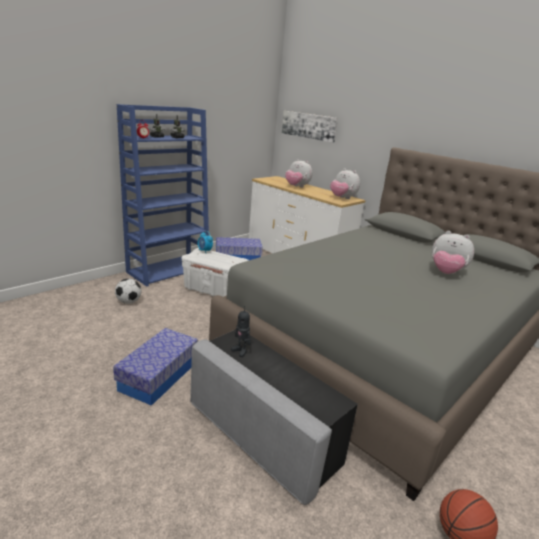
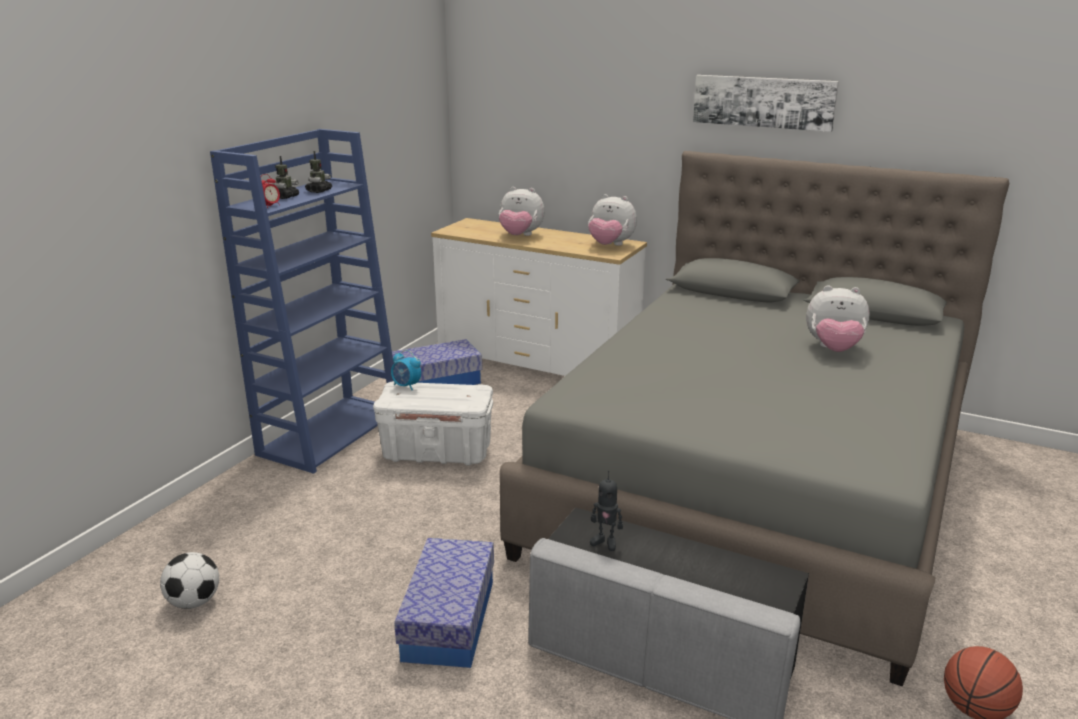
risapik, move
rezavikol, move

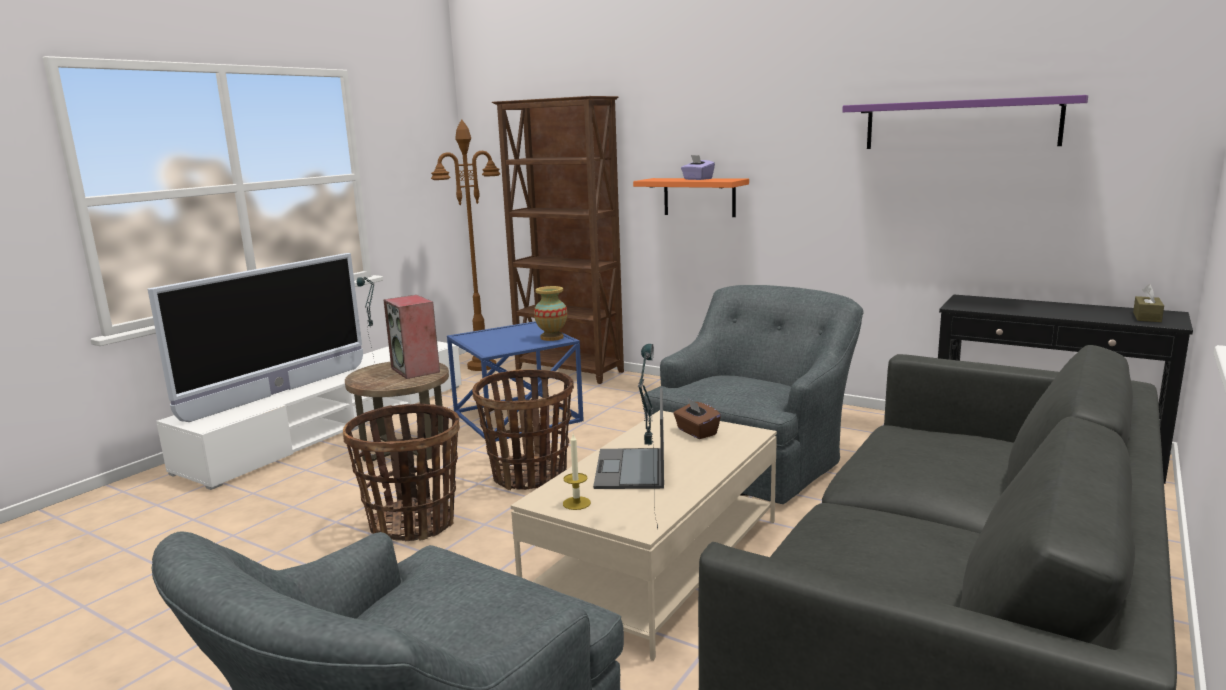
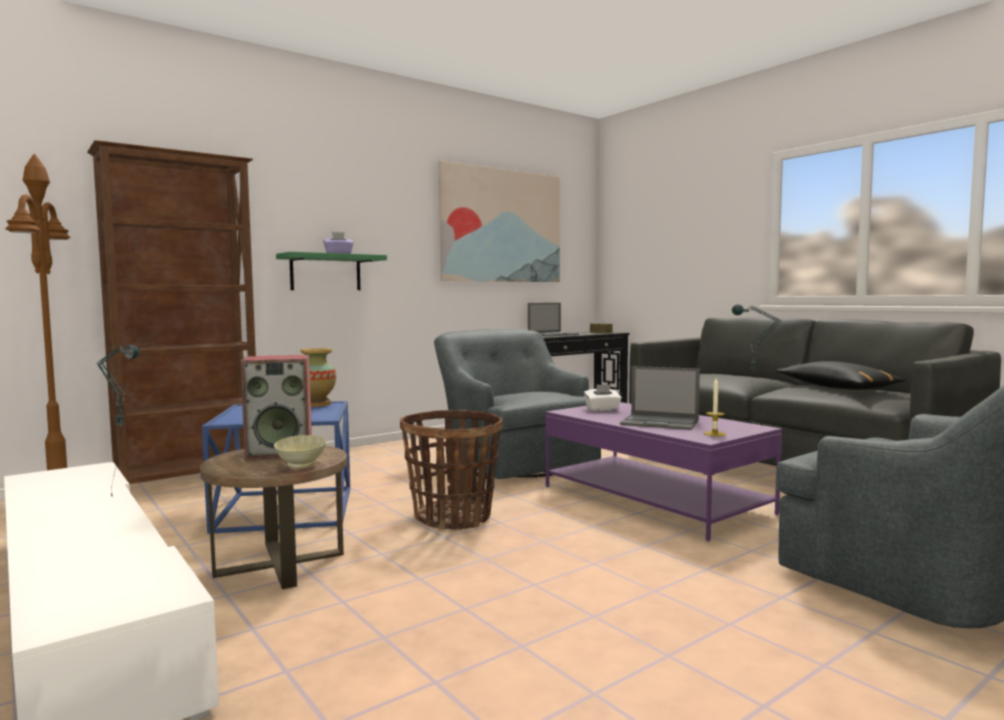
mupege -> none
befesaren (1st from left) -> none
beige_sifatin -> purple_sifatin
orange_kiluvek -> green_kiluvek
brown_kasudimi (1st from left) -> white_kasudimi
purple_kiluvek -> rezavikol
none -> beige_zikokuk
none -> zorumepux (1st from left)
none -> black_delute

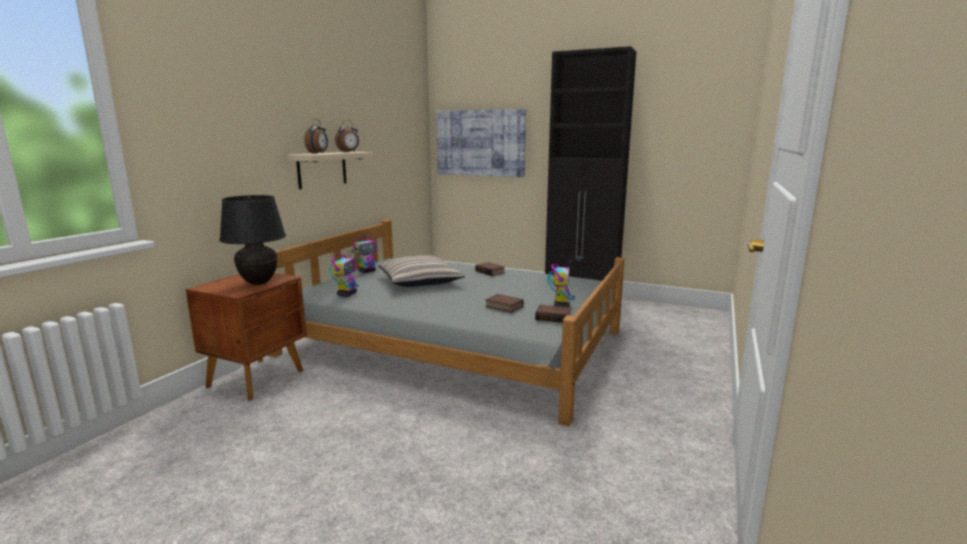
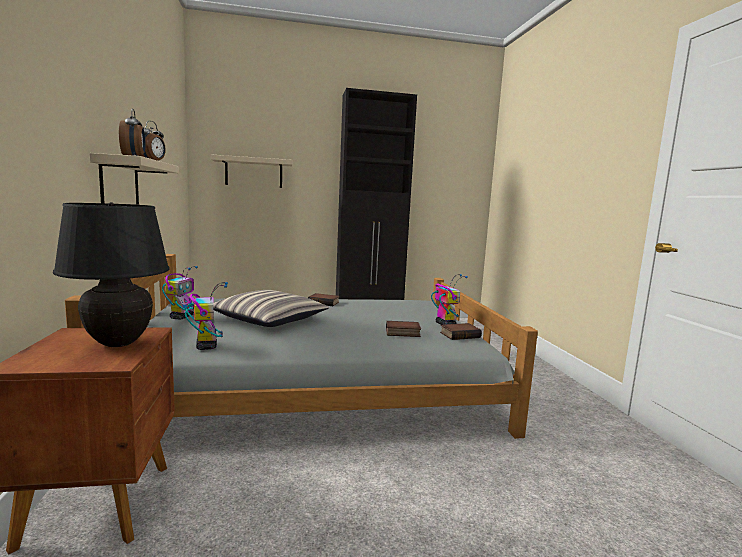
rezavikol -> beige_kiluvek (2nd from left)

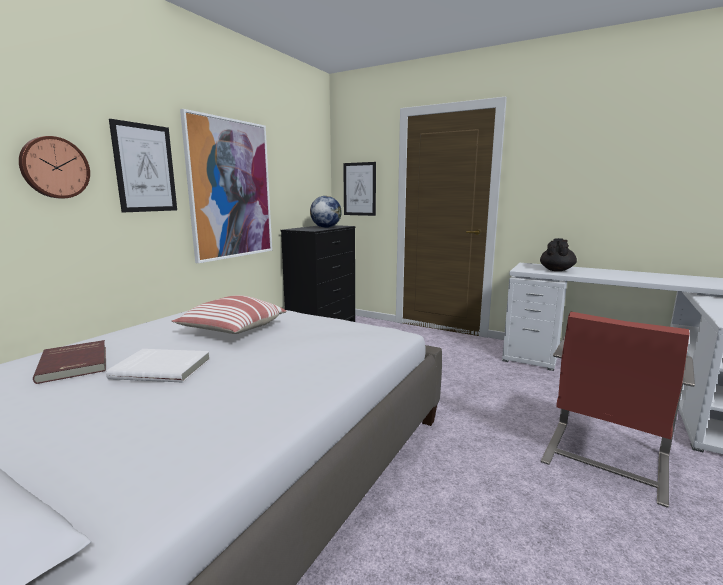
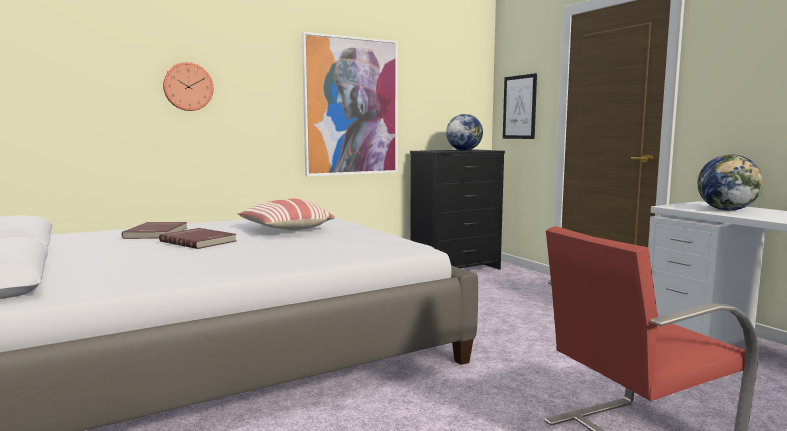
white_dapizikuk -> red_dapizikuk (2nd from left)
rezavikol (1st from left) -> none
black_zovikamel -> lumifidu (2nd from left)

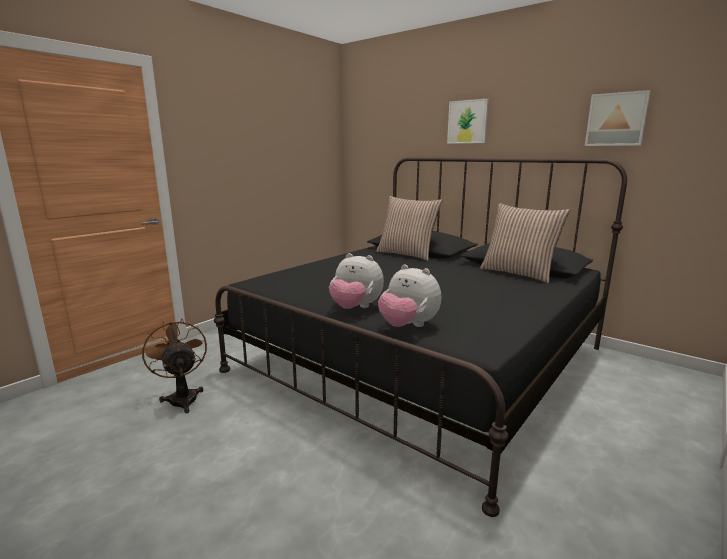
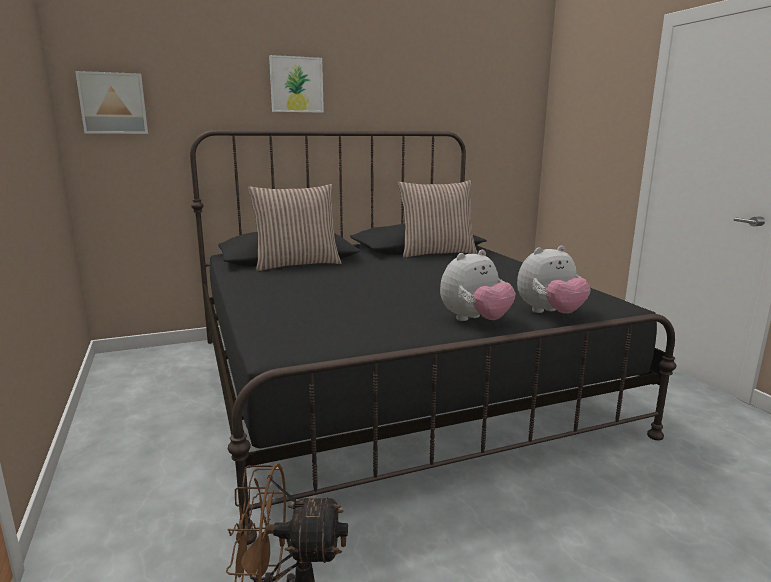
rezavikol (2nd from left in the first image) -> rezavikol (1st from left), move

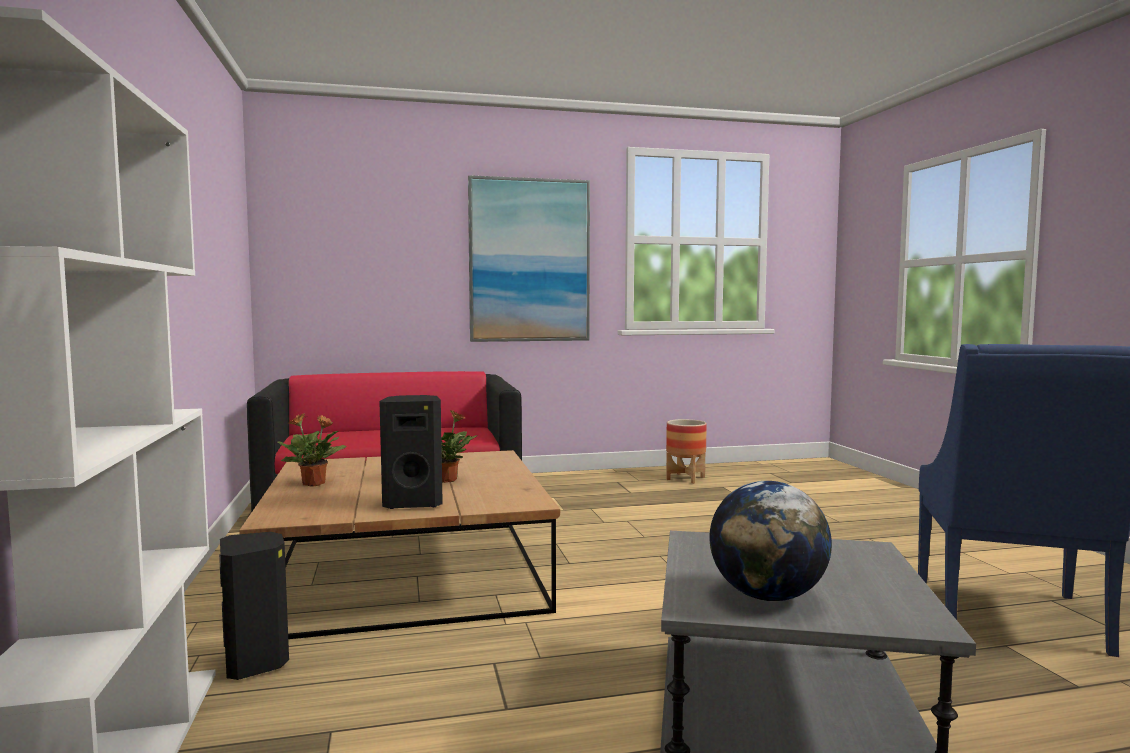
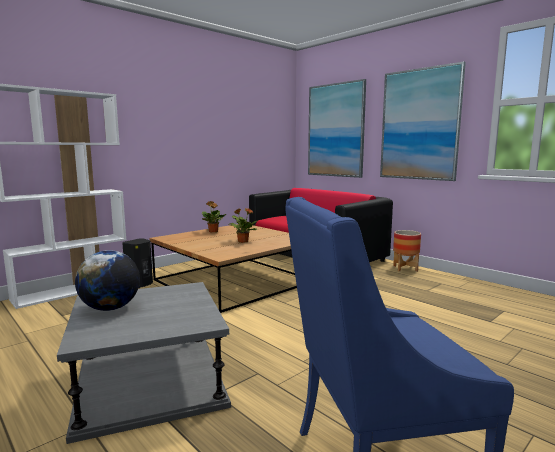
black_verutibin (2nd from left) -> none
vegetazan, move
none -> rezavikol (1st from left)

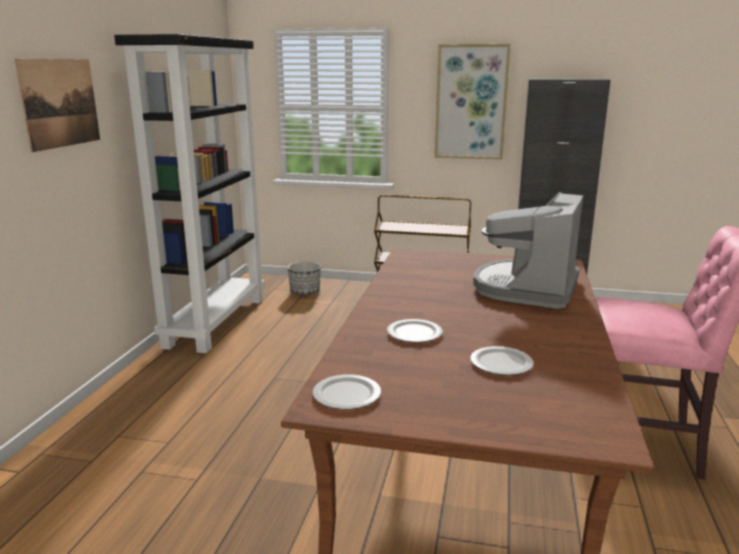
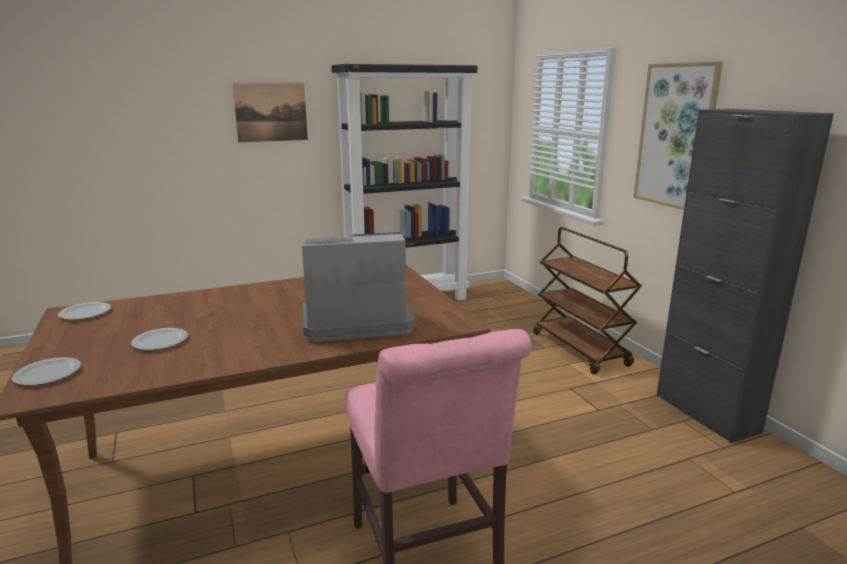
vegetazan -> none
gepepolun (2nd from left in the first image) -> gepepolun (1st from left), move

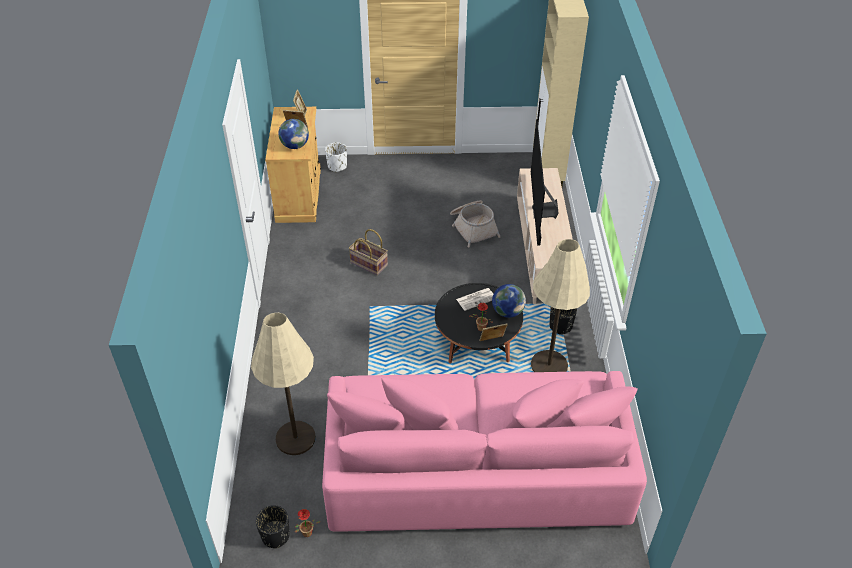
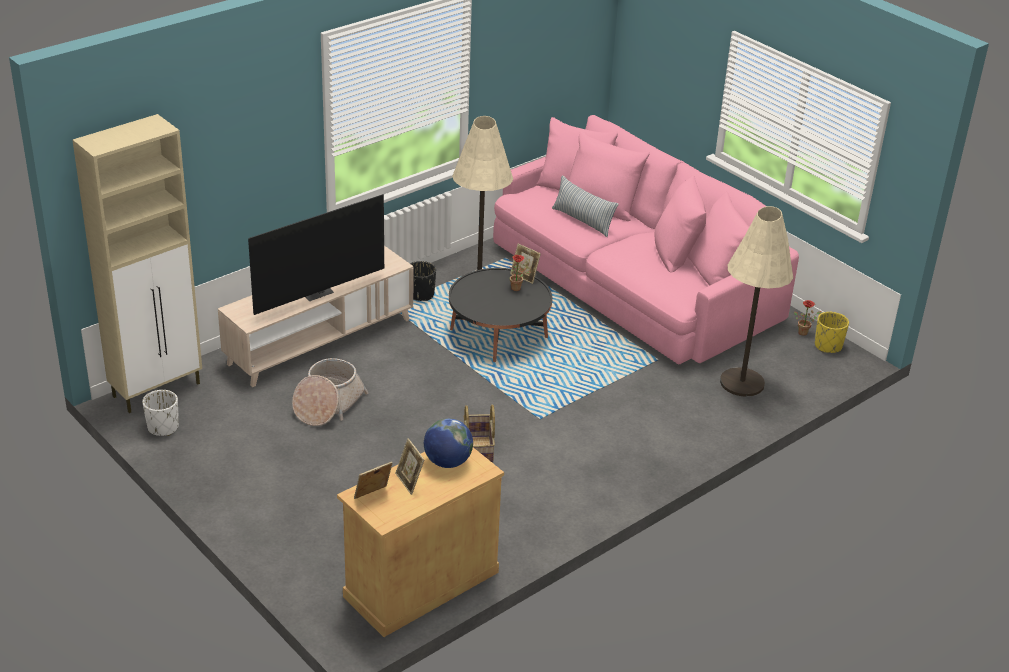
black_vegetazan (1st from left) -> yellow_vegetazan
white_vegetazan, move
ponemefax -> none
lumifidu (2nd from left) -> none
none -> delute

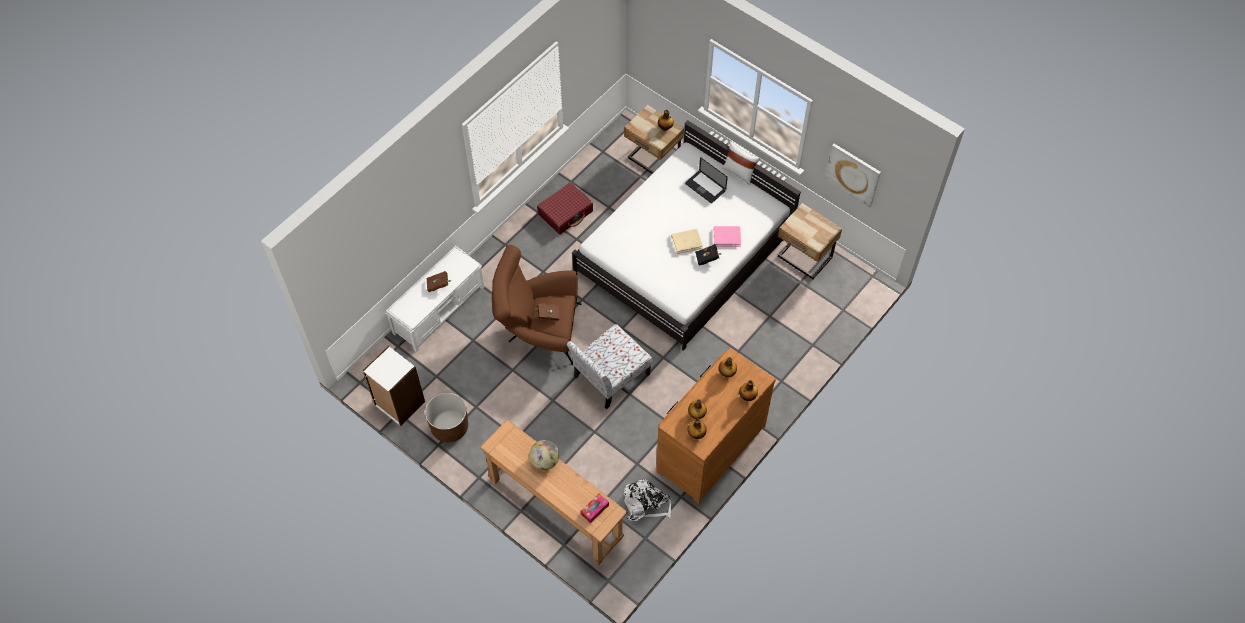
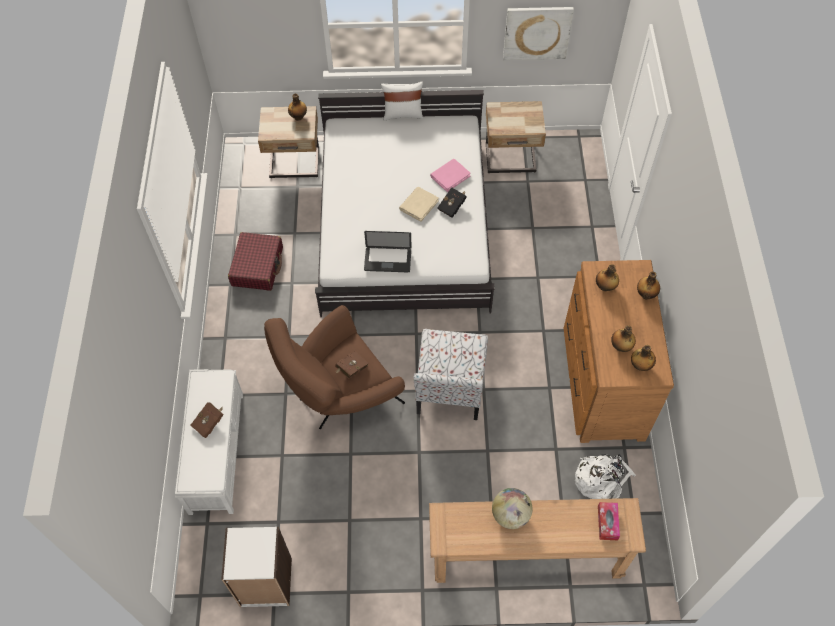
brown_vegetazan -> none
zorumepux, move

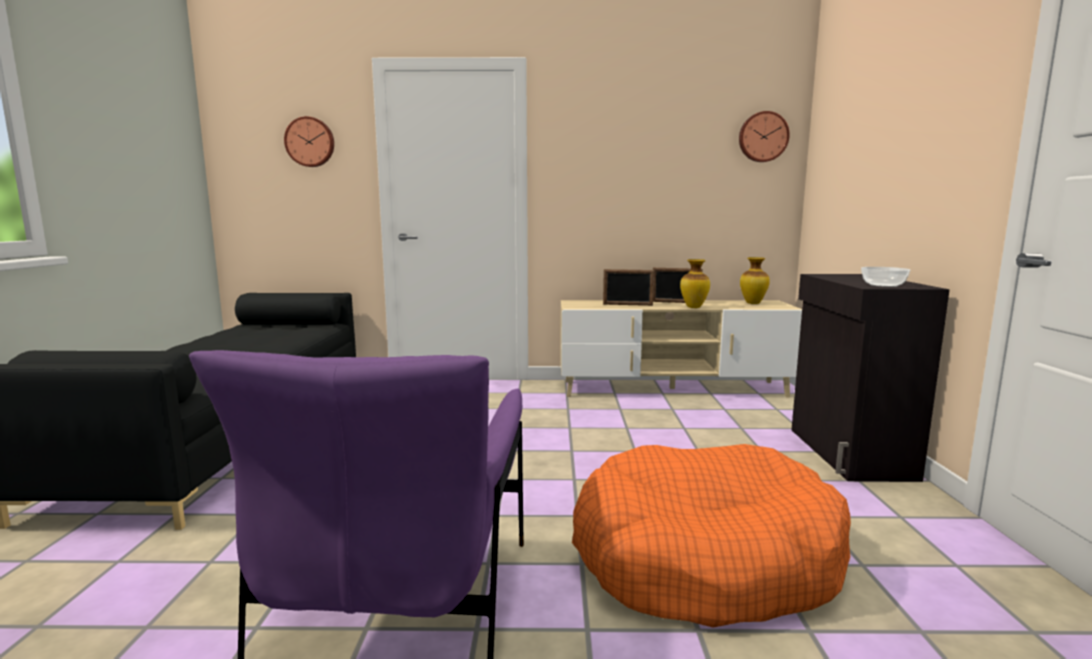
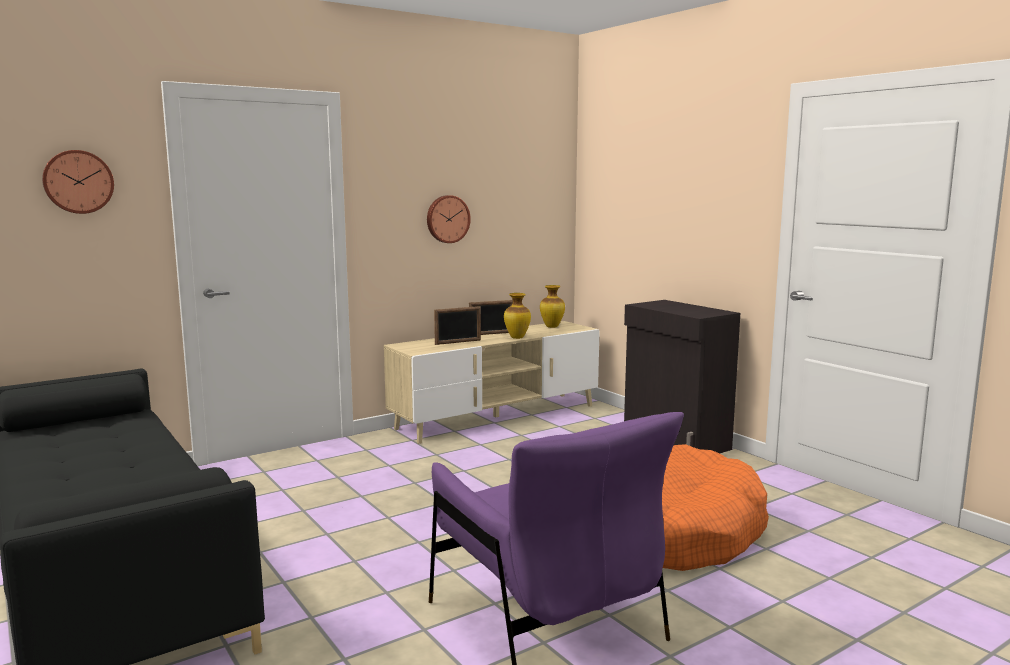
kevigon (2nd from left), move
zikokuk -> none

